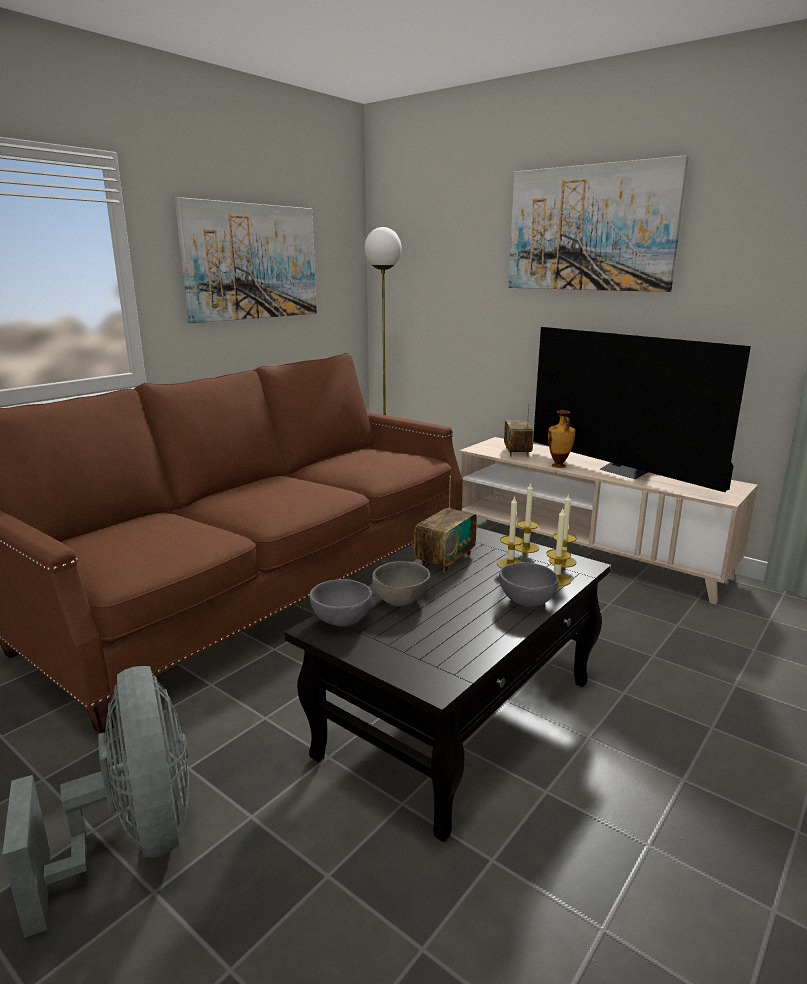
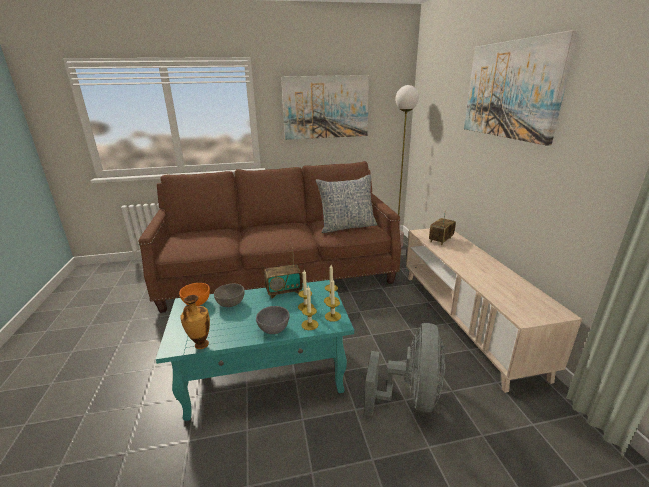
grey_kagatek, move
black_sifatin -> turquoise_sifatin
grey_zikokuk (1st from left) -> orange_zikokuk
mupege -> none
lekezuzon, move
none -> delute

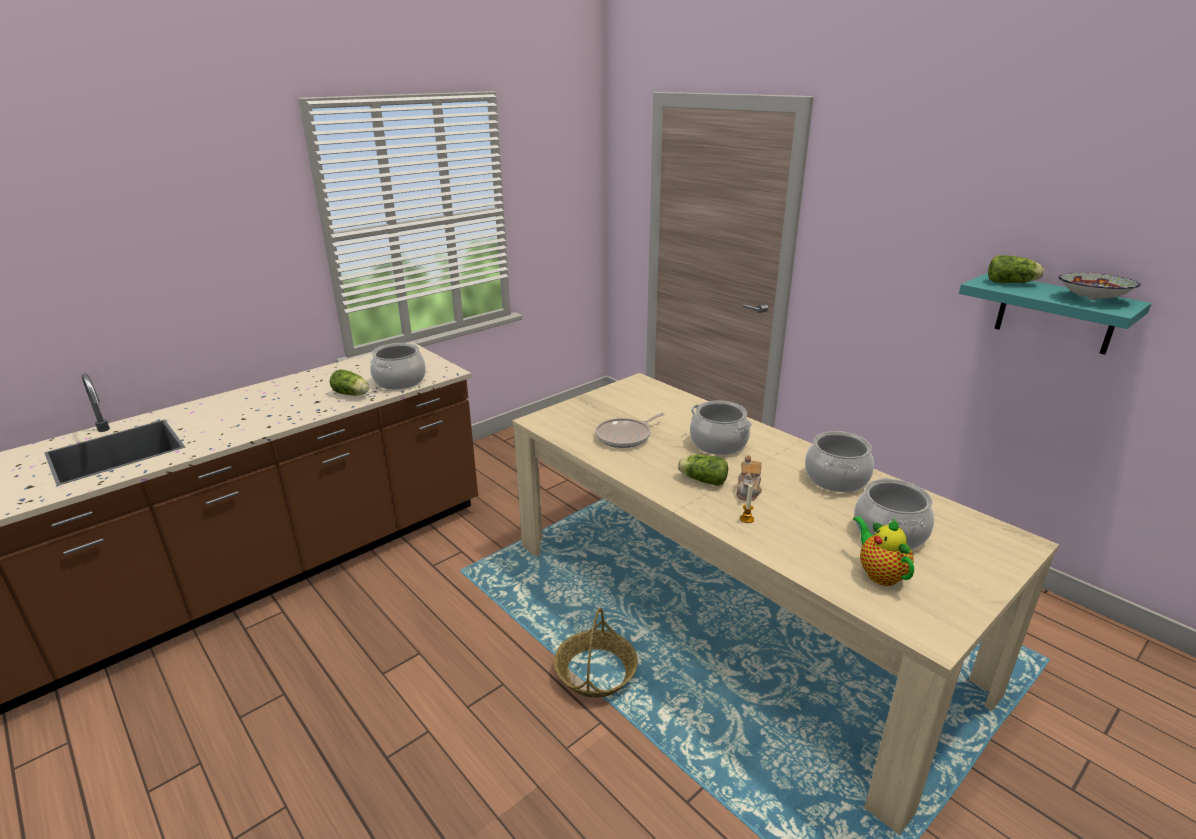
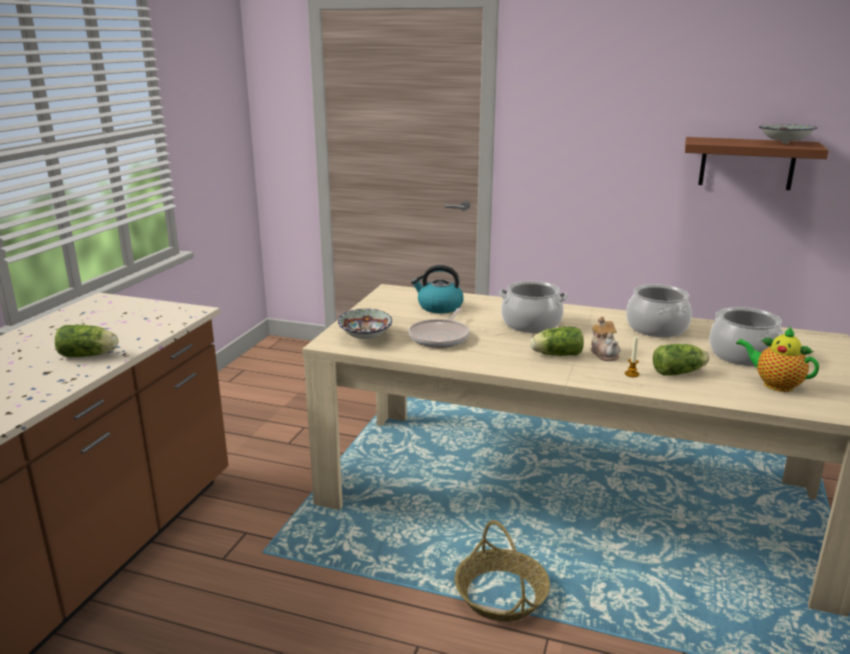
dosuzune (1st from left) -> none
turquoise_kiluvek -> brown_kiluvek
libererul (3rd from left), move
none -> zikokuk (1st from left)
none -> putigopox

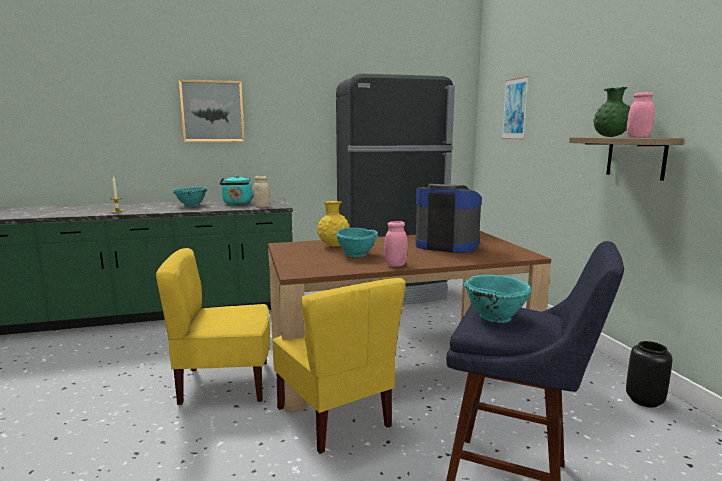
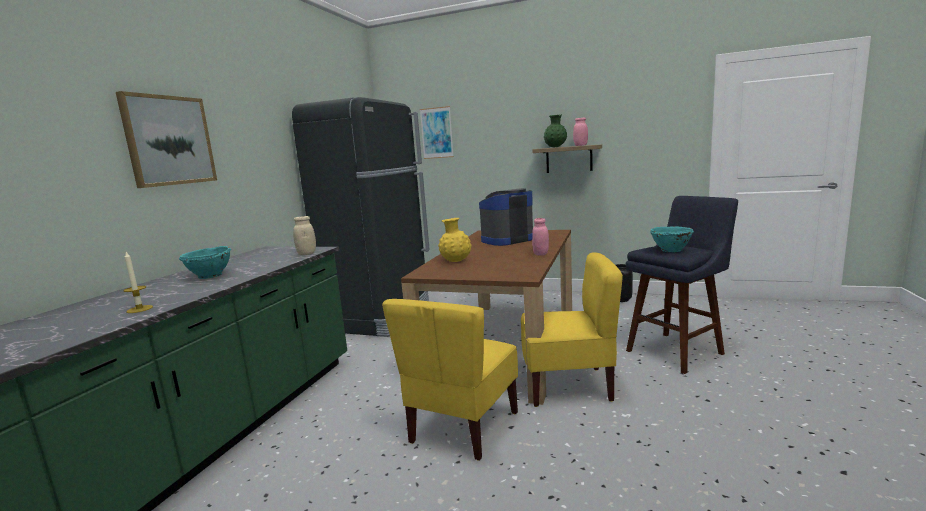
turquoise_putigopox -> none
turquoise_zikokuk (2nd from left) -> none

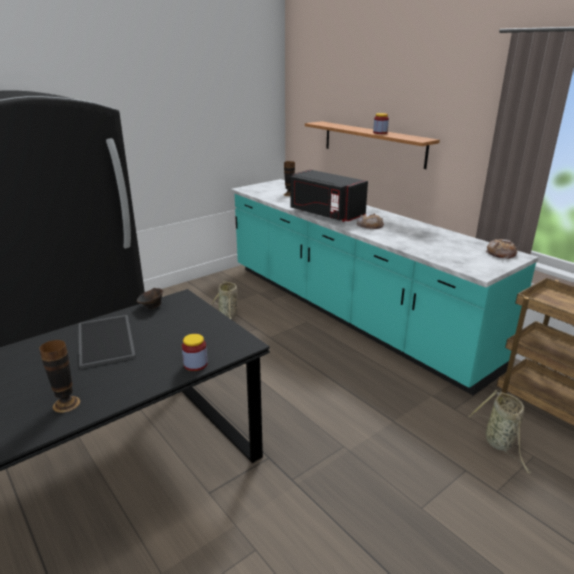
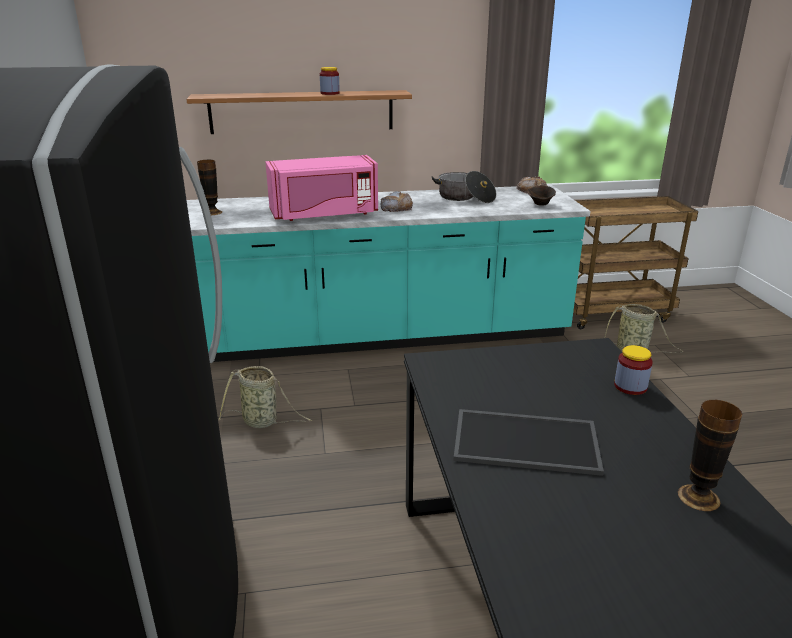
brown_zikokuk, move
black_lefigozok -> pink_lefigozok
none -> dosuzune

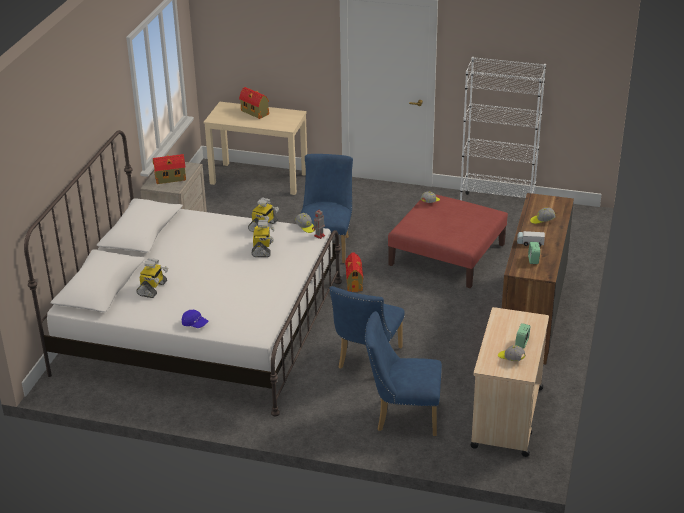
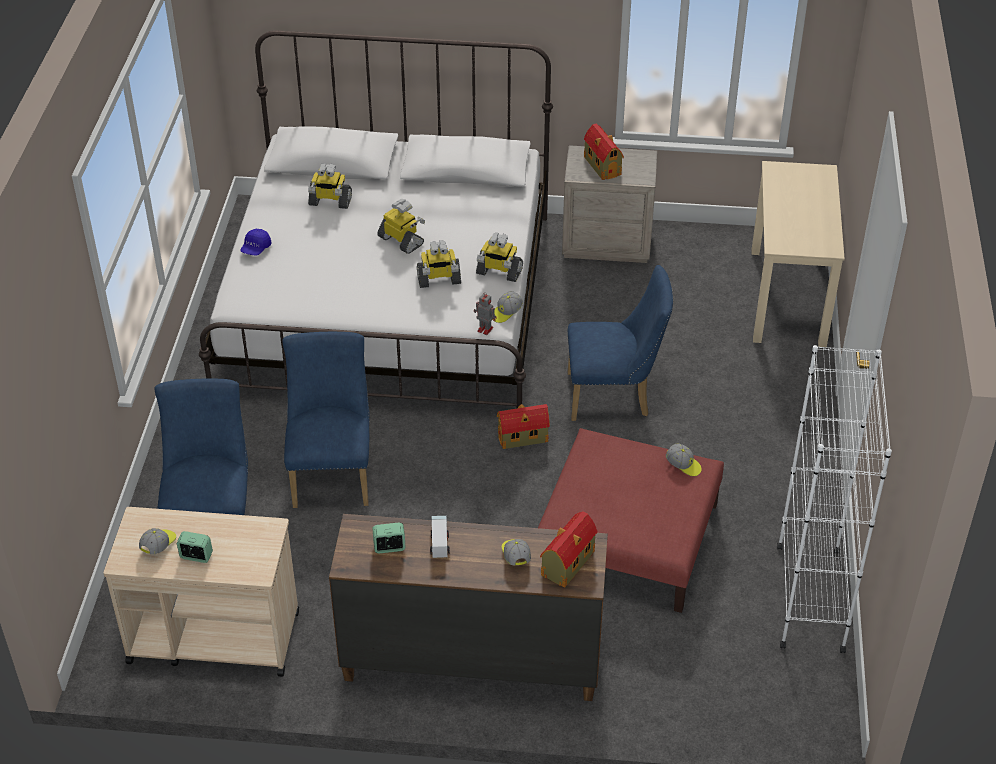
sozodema (2nd from left), move
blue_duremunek (2nd from left), 75 degrees clockwise
none -> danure (2nd from left)

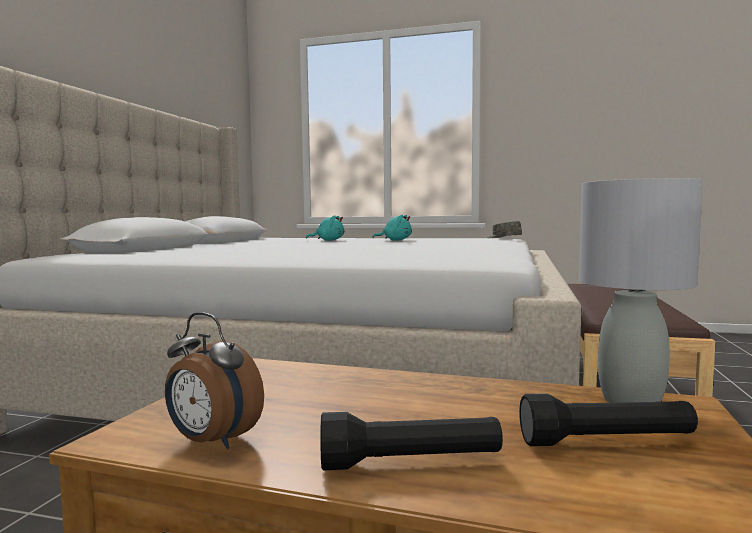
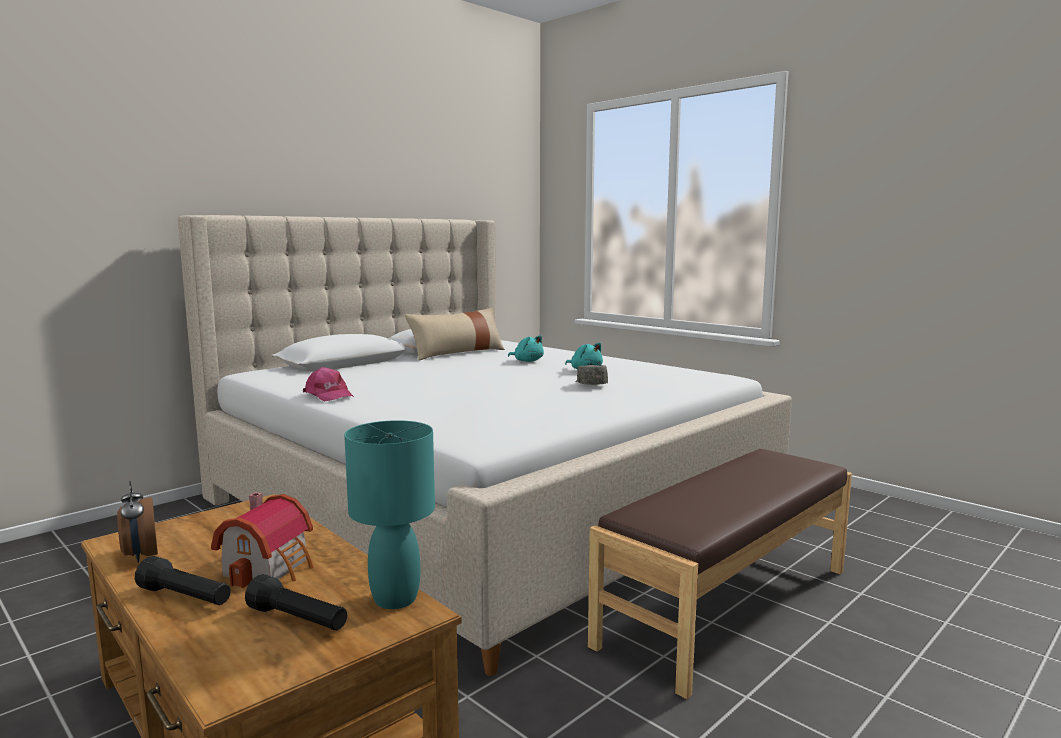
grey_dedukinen, move
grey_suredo -> turquoise_suredo
none -> sozodema
none -> pink_dedukinen
none -> beige_delute

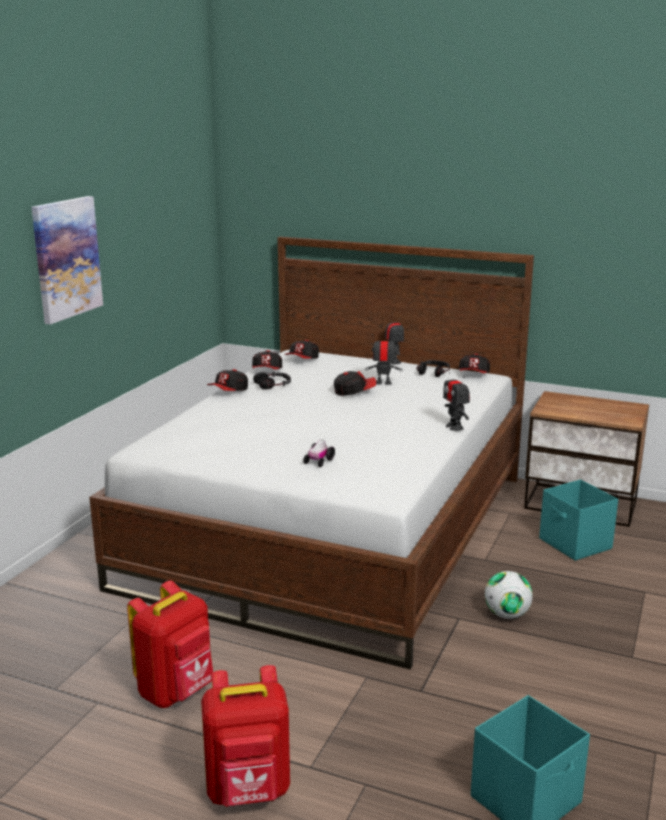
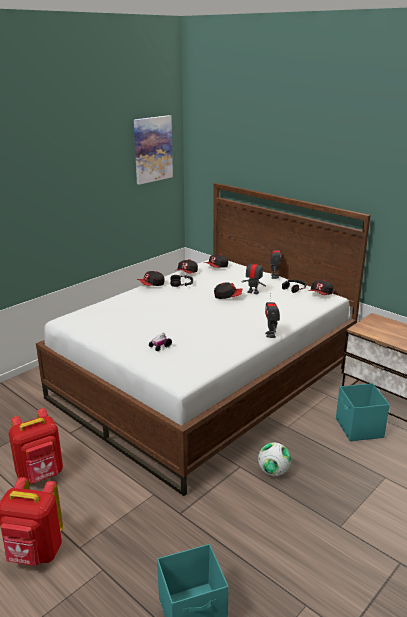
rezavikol, move

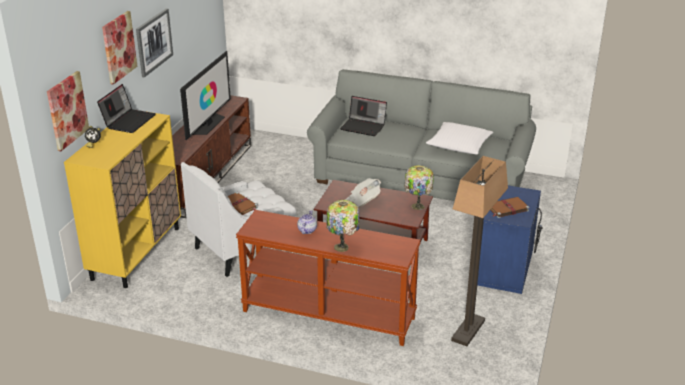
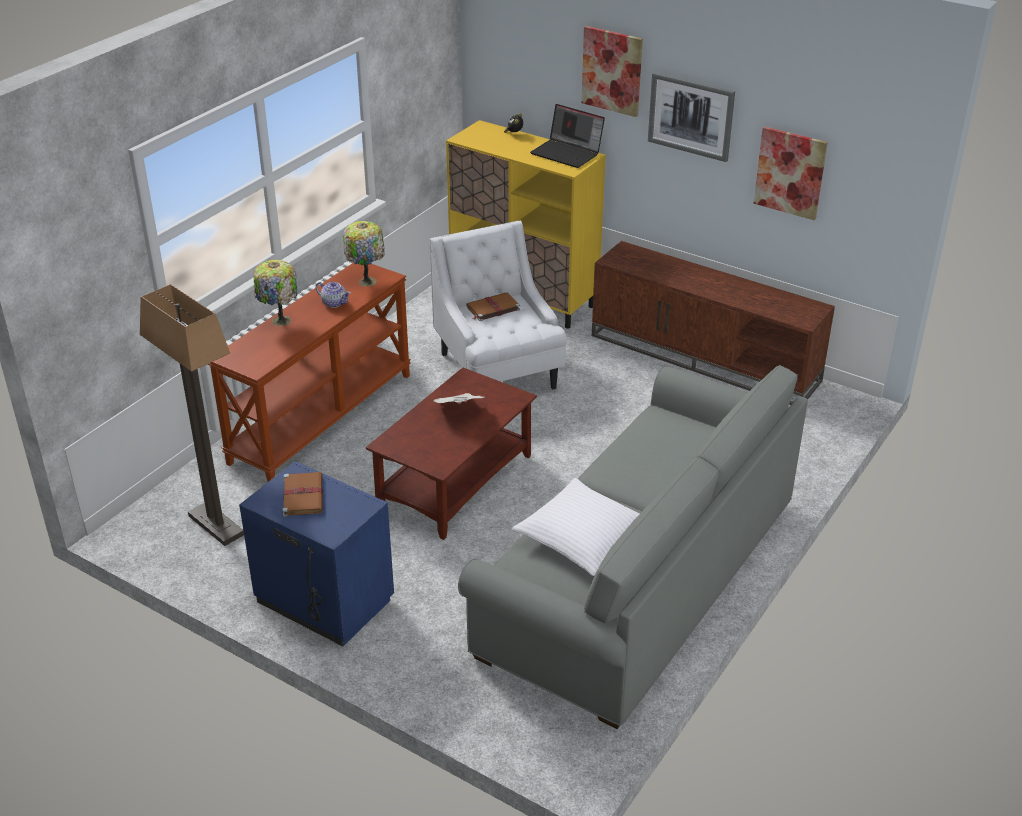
rezavikol (1st from left in the first image) -> rezavikol (3rd from left), move
mupege -> none
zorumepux (2nd from left) -> none
suredo (2nd from left), move

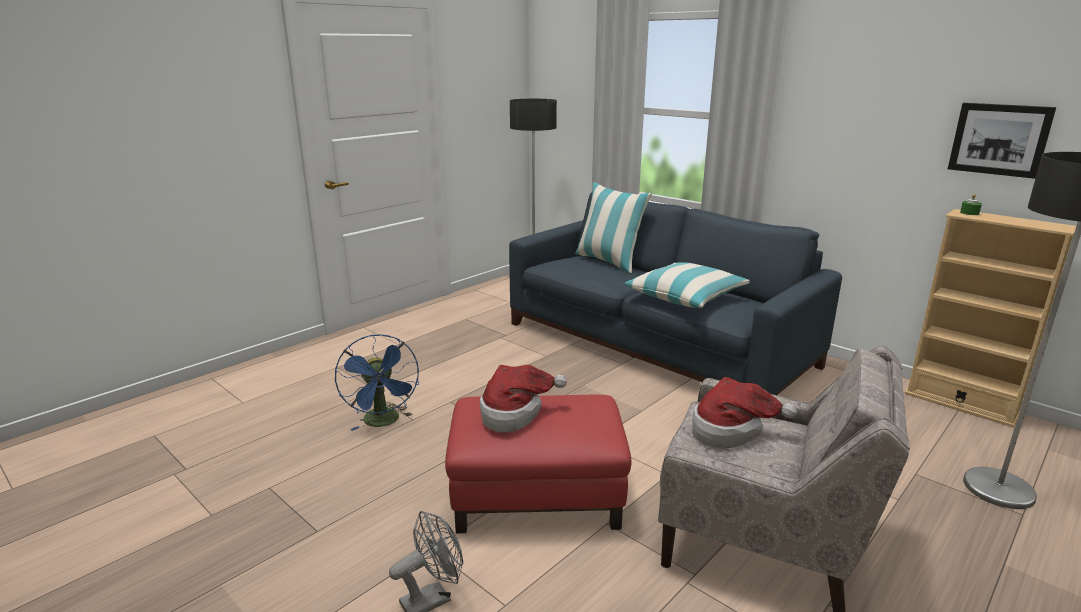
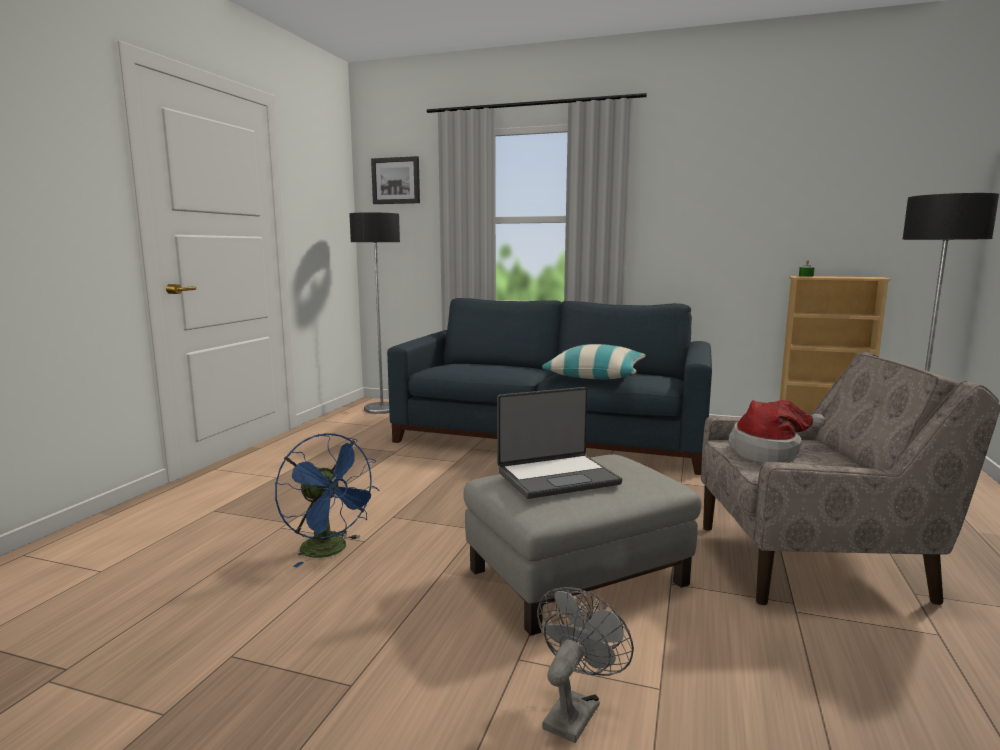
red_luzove -> grey_luzove
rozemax (1st from left) -> zorumepux
delute (1st from left) -> none
rezavikol, move

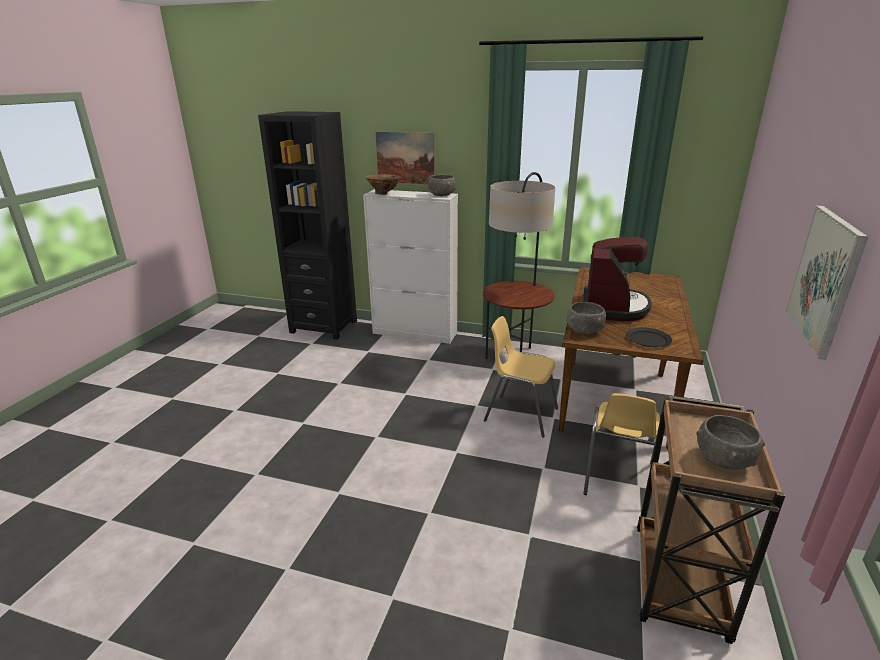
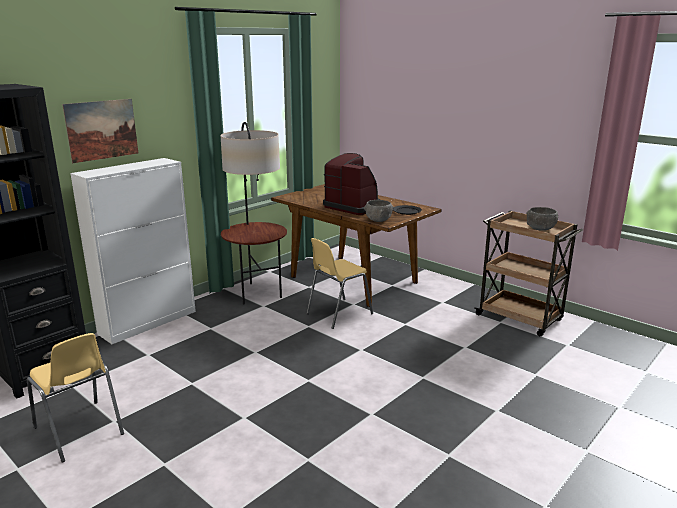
brown_lekezuzon -> none
grey_zikokuk (1st from left) -> none
yellow_duremunek (2nd from left in the first image) -> yellow_duremunek (1st from left), move
rezavikol (2nd from left) -> none

